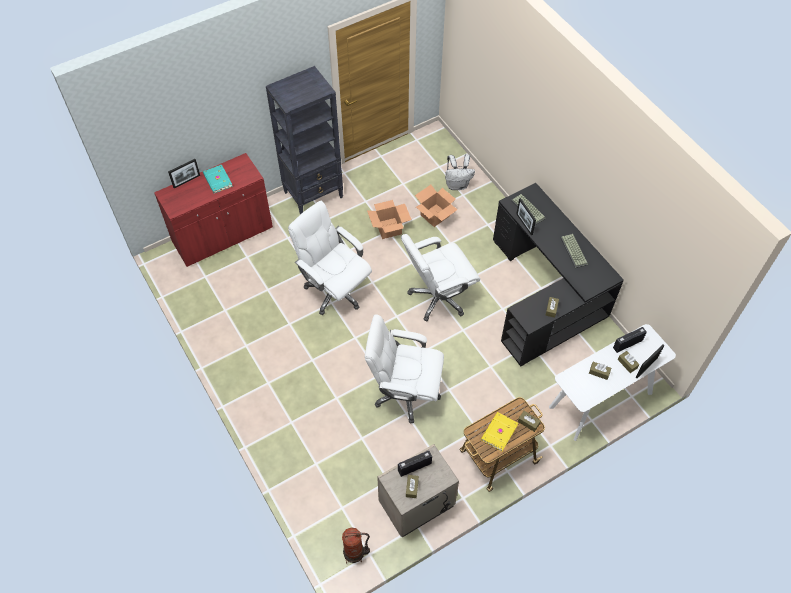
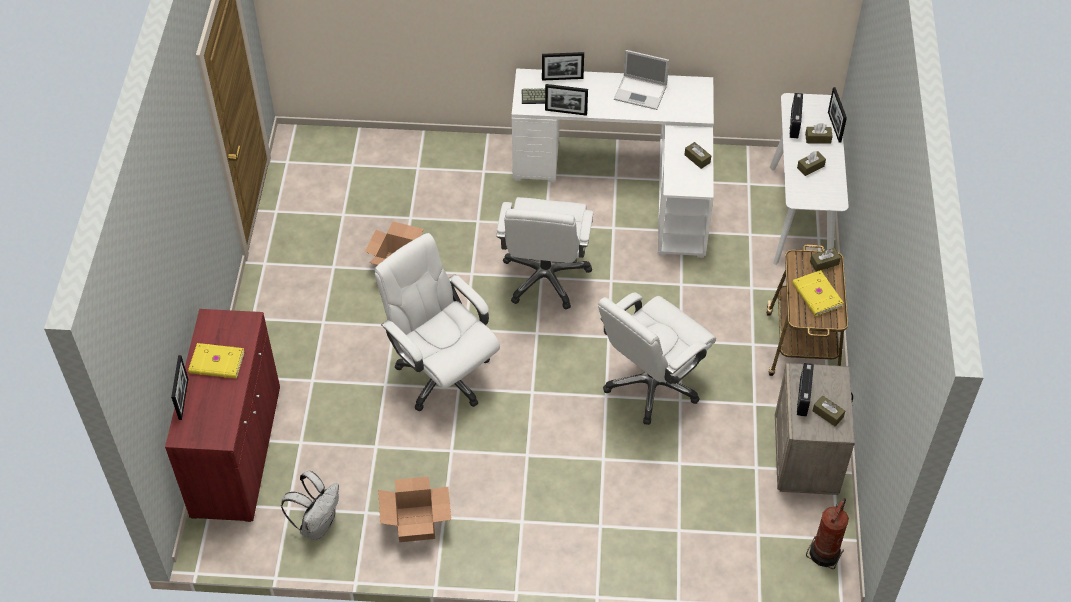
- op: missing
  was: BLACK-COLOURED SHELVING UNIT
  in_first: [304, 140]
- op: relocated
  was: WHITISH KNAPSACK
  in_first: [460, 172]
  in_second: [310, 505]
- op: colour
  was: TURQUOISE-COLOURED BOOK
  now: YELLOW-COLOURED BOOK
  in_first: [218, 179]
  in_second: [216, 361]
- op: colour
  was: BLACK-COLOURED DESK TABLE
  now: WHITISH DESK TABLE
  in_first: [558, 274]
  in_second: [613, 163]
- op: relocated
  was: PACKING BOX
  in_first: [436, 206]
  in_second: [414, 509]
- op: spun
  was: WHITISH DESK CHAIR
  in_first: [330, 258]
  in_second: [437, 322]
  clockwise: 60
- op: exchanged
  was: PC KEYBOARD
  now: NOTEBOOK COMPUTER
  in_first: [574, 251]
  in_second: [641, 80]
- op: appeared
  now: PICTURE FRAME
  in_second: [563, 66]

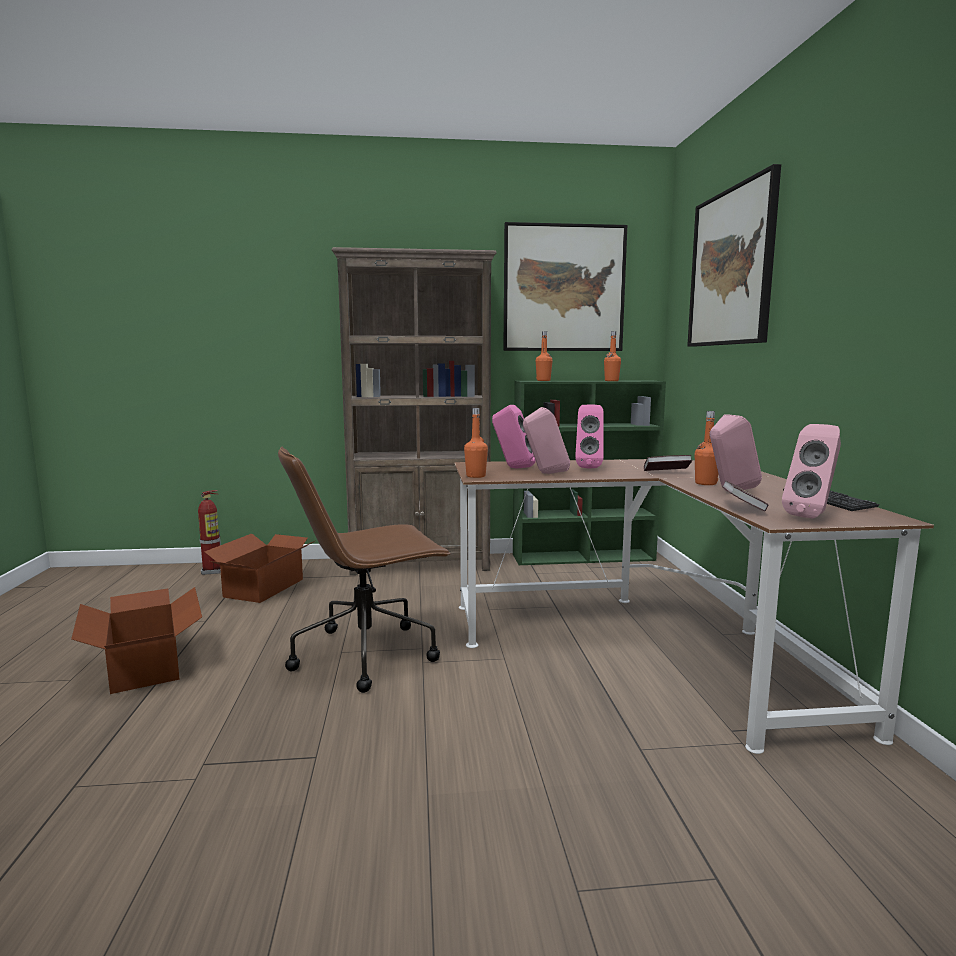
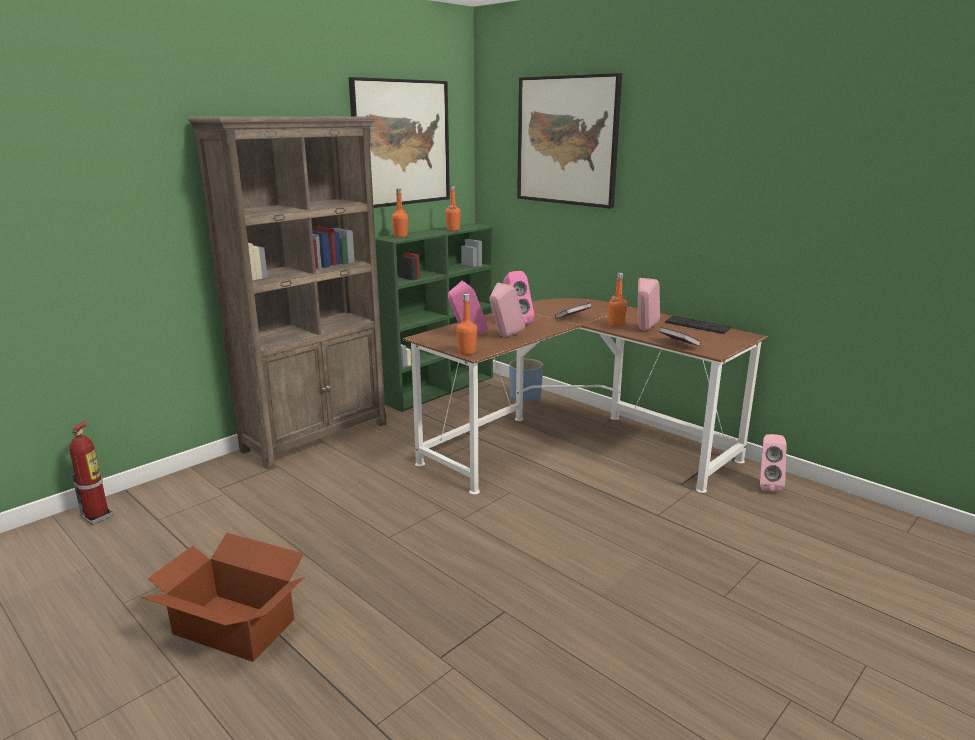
- op: relocated
  was: PINK-COLOURED AUDIO SPEAKER
  in_first: [811, 471]
  in_second: [773, 463]
- op: missing
  was: BROWNISH DESK CHAIR
  in_first: [364, 570]
- op: missing
  was: PACKING BOX
  in_first: [259, 568]
- op: appeared
  now: BLUE PLANTER
  in_second: [526, 380]

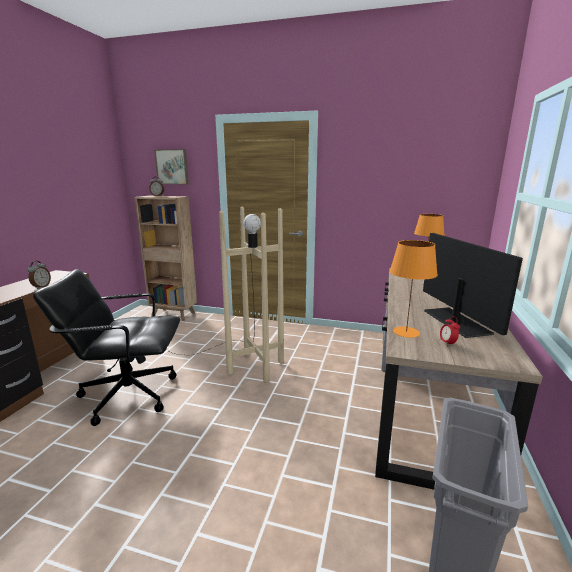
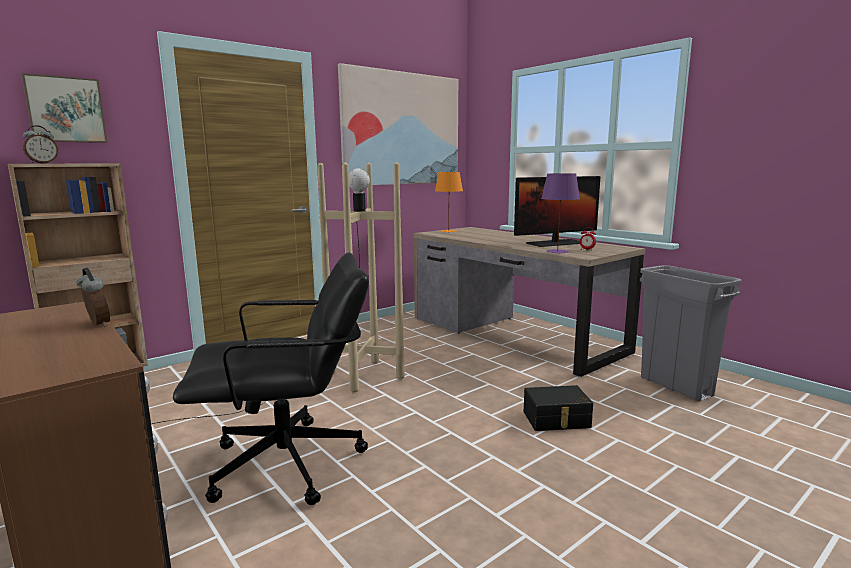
- op: spun
  was: COMPUTER DISPLAY
  in_first: [473, 285]
  in_second: [557, 211]
  clockwise: 135
- op: colour
  was: ORANGE LAMP FOR A TABLE
  now: PURPLISH LAMP FOR A TABLE
  in_first: [414, 289]
  in_second: [560, 213]
- op: spun
  was: BLACK-COLOURED DESK CHAIR
  in_first: [106, 347]
  in_second: [271, 378]
  clockwise: -135
- op: appeared
  now: WALL ART
  in_second: [398, 124]
- op: appeared
  now: BLACK-COLOURED STORAGE BIN
  in_second: [558, 408]

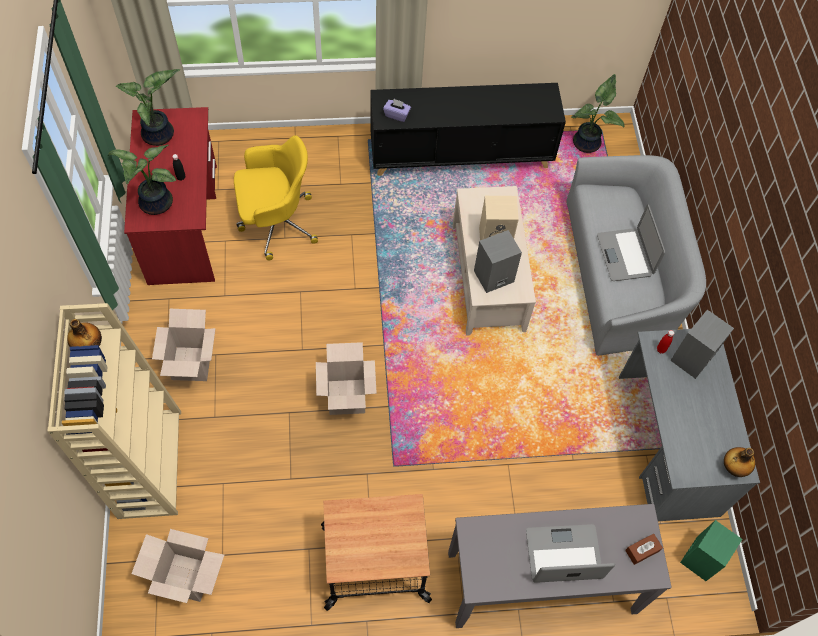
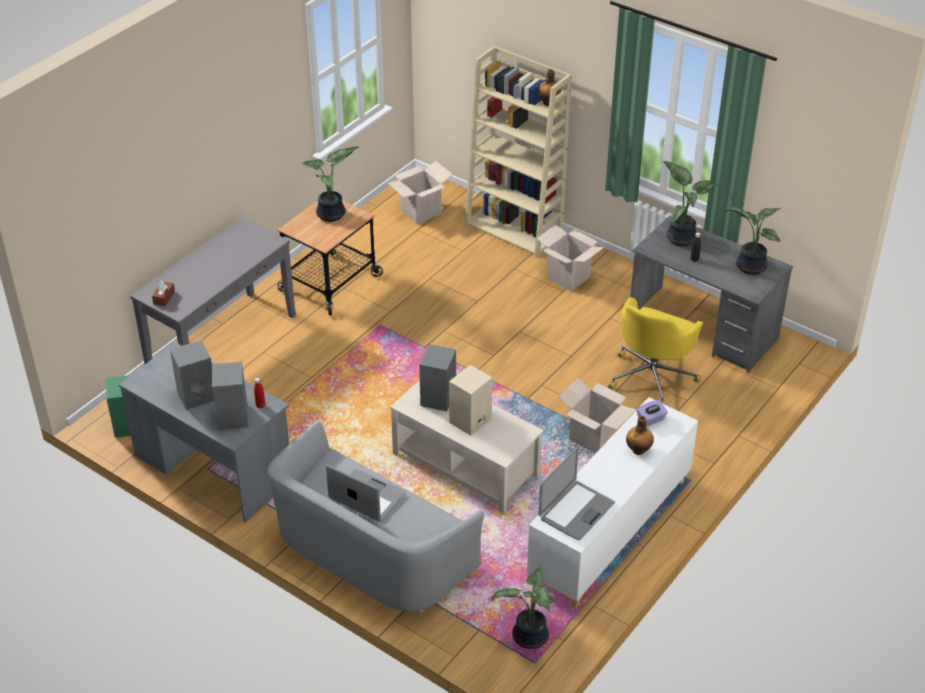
- op: colour
  was: BLACK-COLOURED CABINET
  now: WHITISH CABINET
  in_first: [468, 129]
  in_second: [612, 502]
- op: colour
  was: RED DESK TABLE
  now: GREY DESK TABLE
  in_first: [170, 196]
  in_second: [711, 294]
- op: relocated
  was: PACKING BOX
  in_first: [346, 378]
  in_second: [597, 416]
- op: relocated
  was: DRINK BOTTLE
  in_first: [739, 462]
  in_second: [640, 435]
- op: relocated
  was: NOTEBOOK COMPUTER
  in_first: [570, 553]
  in_second: [577, 493]
- op: appeared
  now: POTTED PLANT
  in_second: [330, 184]
- op: appeared
  now: GREY AUDIO SPEAKER
  in_second: [192, 375]

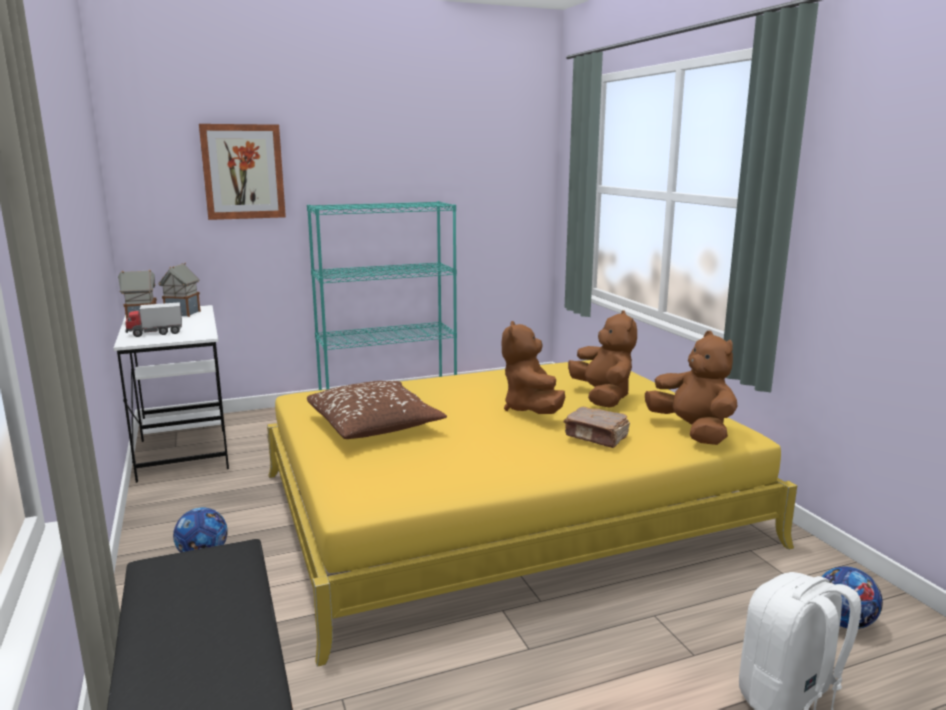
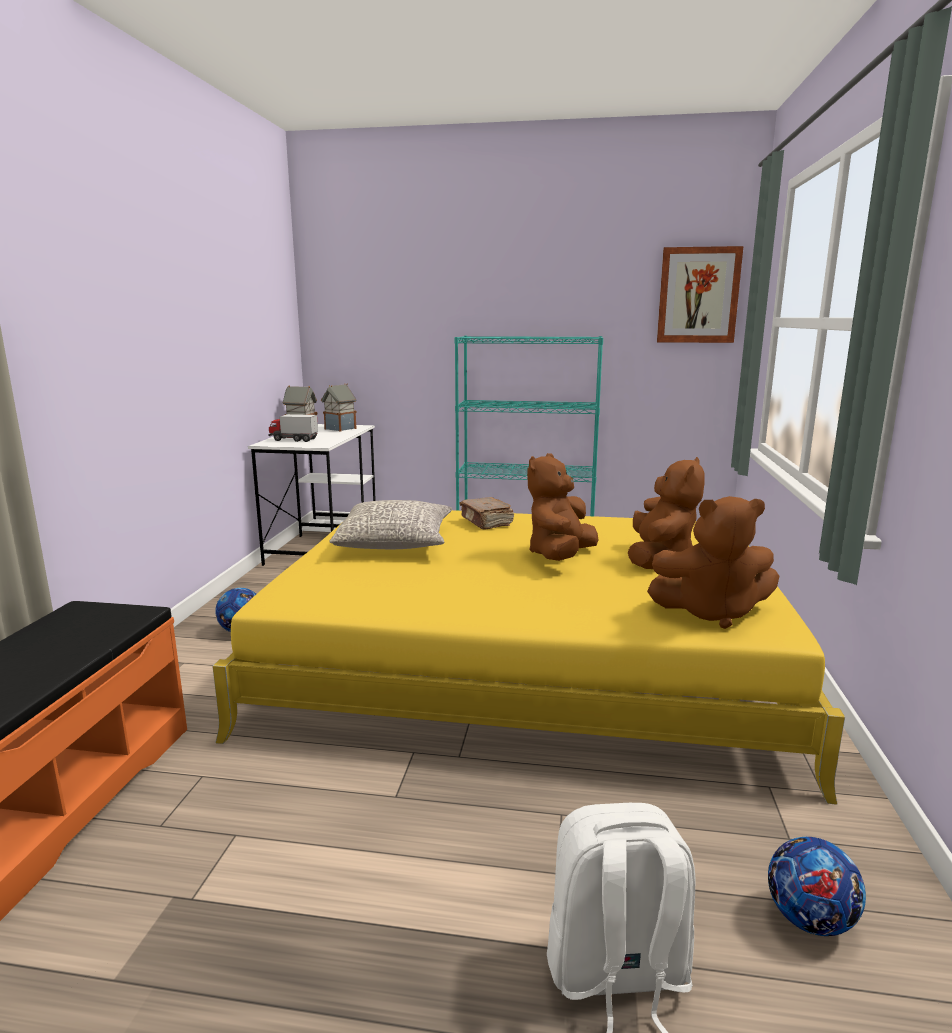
- op: relocated
  was: WALL ART
  in_first: [242, 172]
  in_second: [700, 294]
- op: spun
  was: BROWNISH CUDDLY TOY
  in_first: [691, 388]
  in_second: [713, 562]
  clockwise: 90
- op: colour
  was: BROWNISH PILLOW
  now: GREY PILLOW
  in_first: [377, 410]
  in_second: [391, 524]
- op: relocated
  was: BROWNISH BOOK
  in_first: [597, 427]
  in_second: [486, 513]

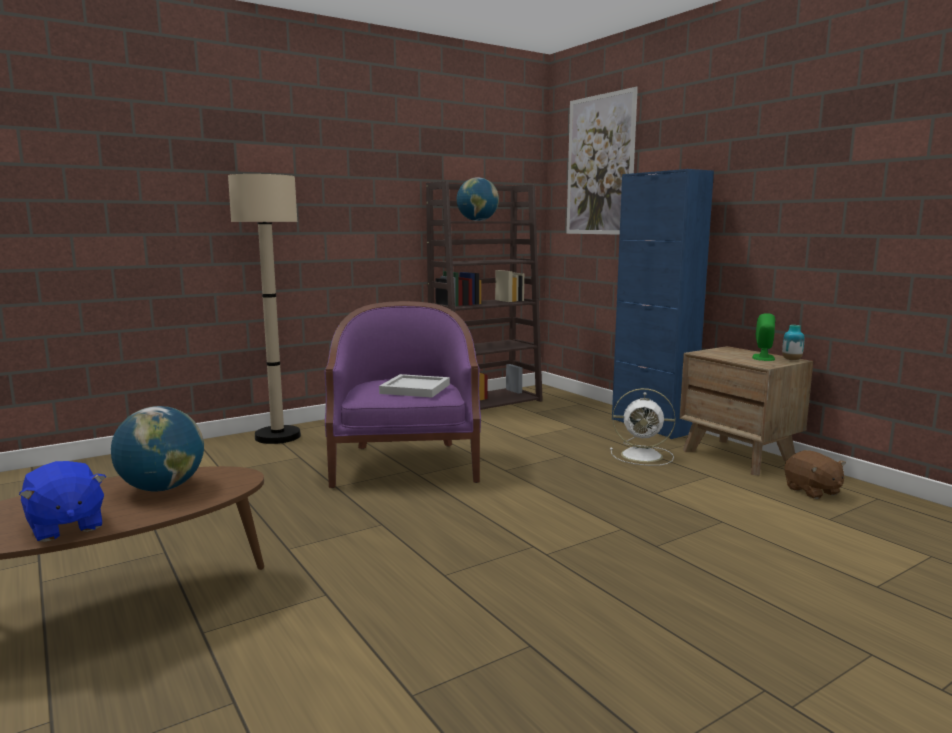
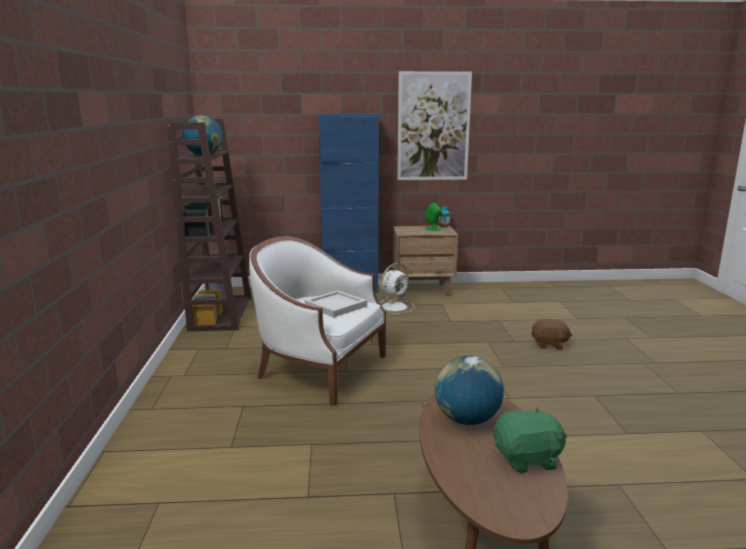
- op: relocated
  was: WALL ART
  in_first: [602, 161]
  in_second: [434, 125]
- op: missing
  was: BEIGE FLOOR LAMP
  in_first: [264, 309]
- op: colour
  was: PURPLISH LOUNGE CHAIR
  now: WHITISH LOUNGE CHAIR
  in_first: [402, 394]
  in_second: [317, 321]
- op: relocated
  was: BROWNISH CUDDLY TOY
  in_first: [815, 474]
  in_second: [551, 334]
- op: colour
  was: BLUE CUDDLY TOY
  now: GREEN CUDDLY TOY
  in_first: [62, 501]
  in_second: [530, 439]

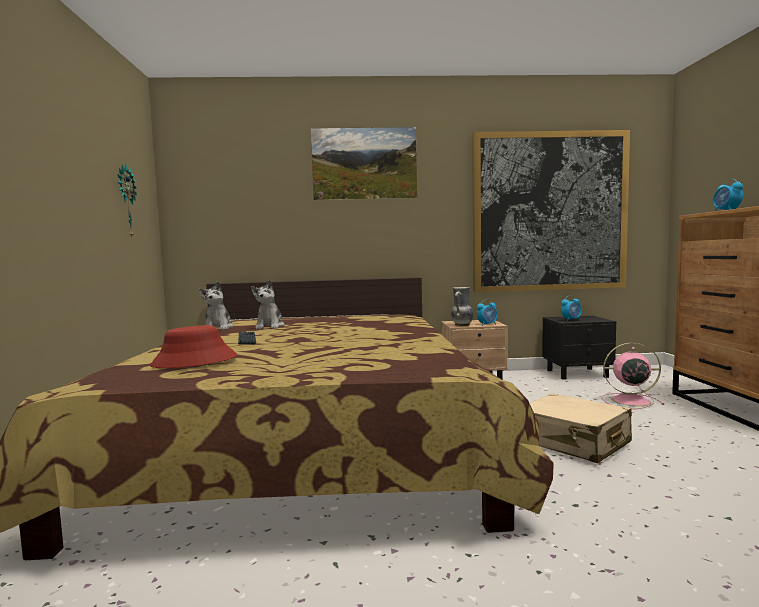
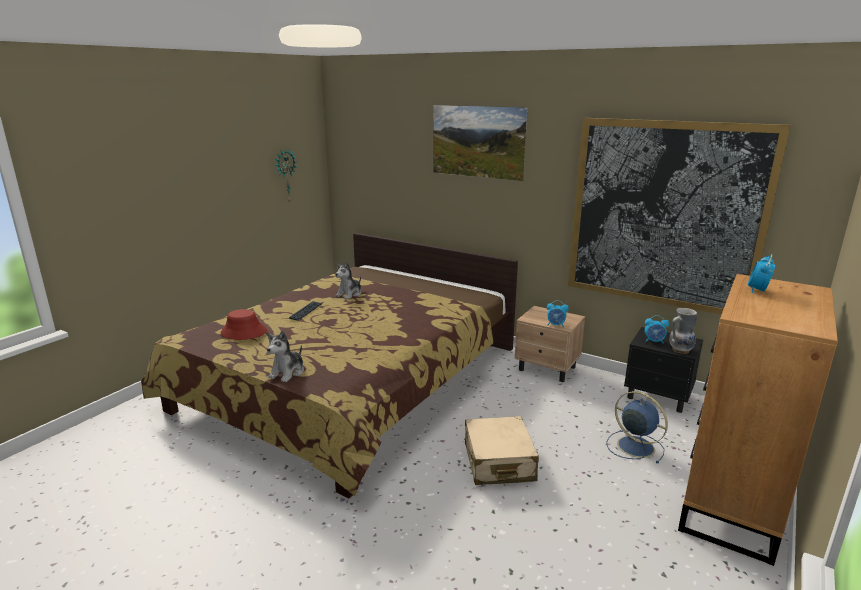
- op: relocated
  was: CUDDLY TOY
  in_first: [216, 306]
  in_second: [285, 356]
- op: relocated
  was: DECORATIVE VASE
  in_first: [462, 306]
  in_second: [683, 331]
- op: colour
  was: PINK-COLOURED ELECTRIC FAN
  now: BLUE ELECTRIC FAN
  in_first: [633, 376]
  in_second: [637, 427]

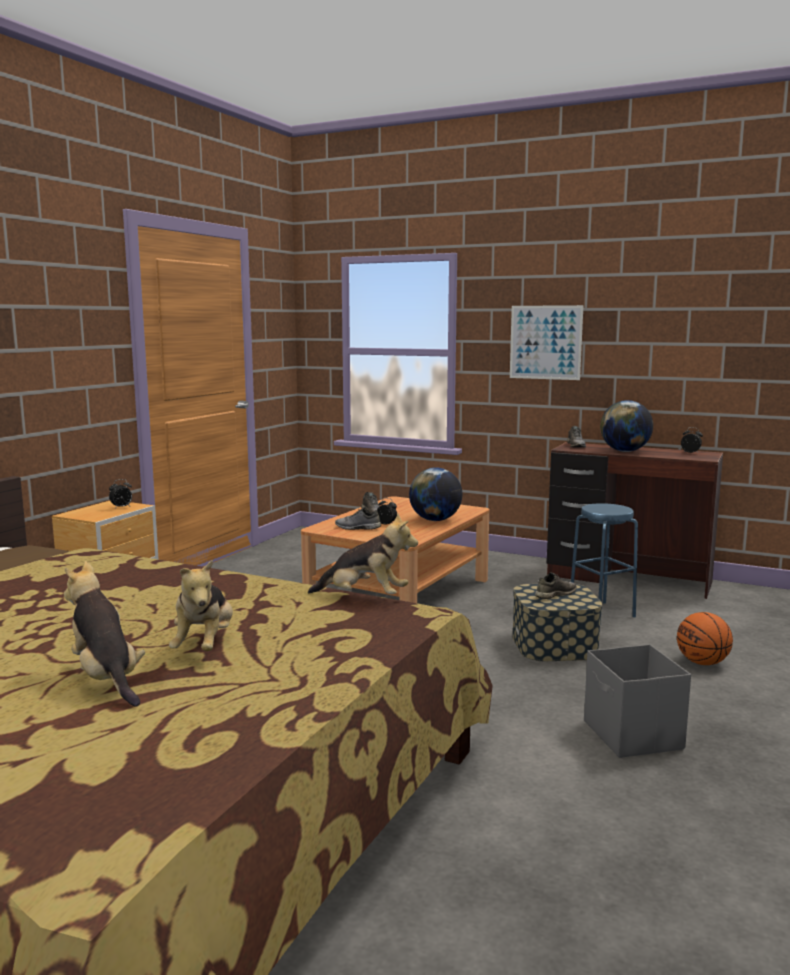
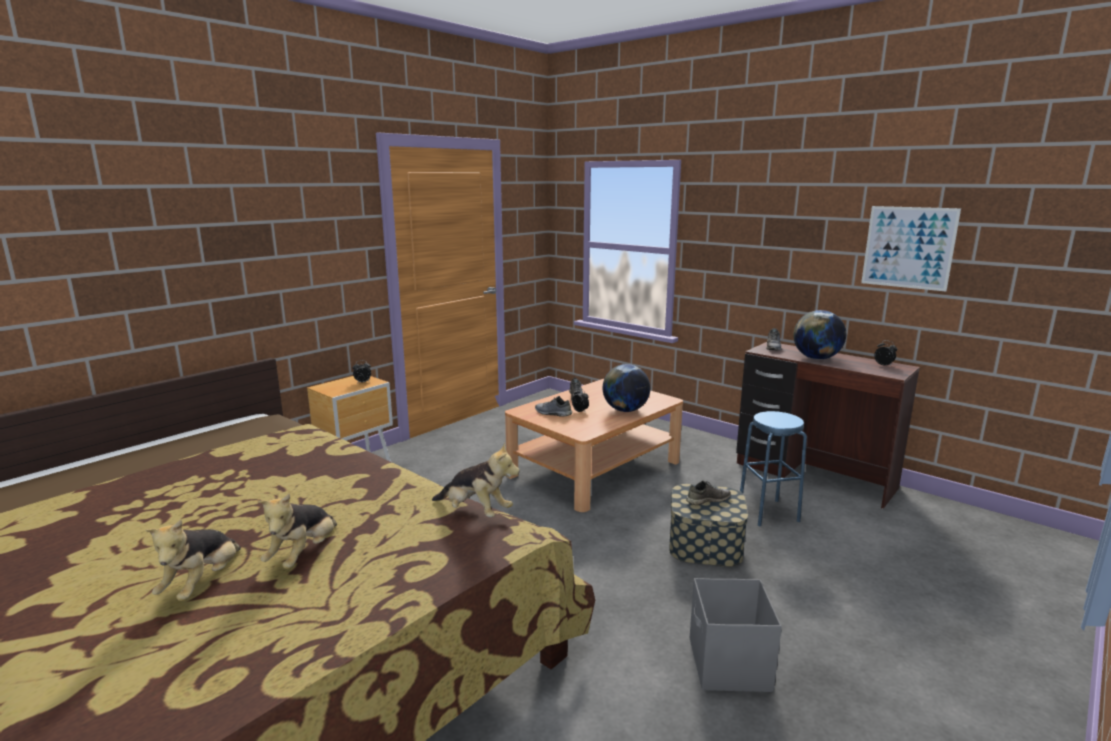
- op: relocated
  was: WALL ART
  in_first: [547, 342]
  in_second: [911, 248]
- op: spun
  was: CUDDLY TOY
  in_first: [104, 634]
  in_second: [193, 560]
  clockwise: -150
- op: missing
  was: BASKETBALL BALL
  in_first: [705, 638]

